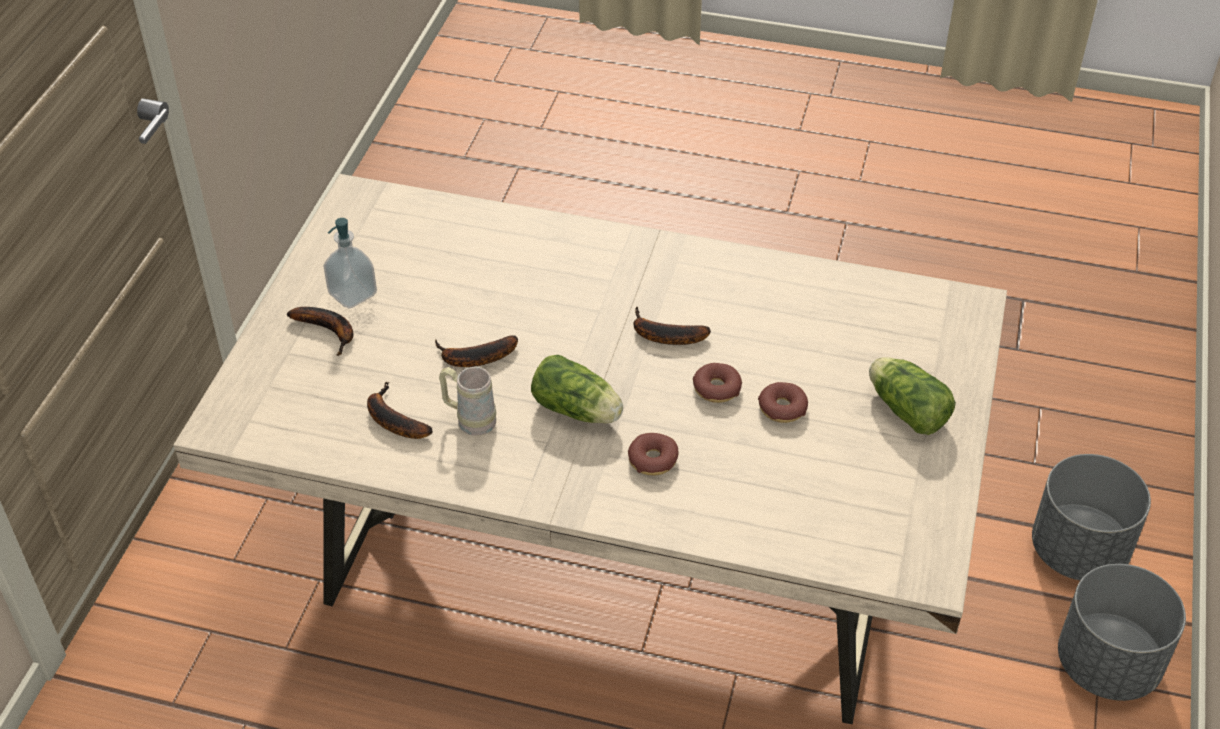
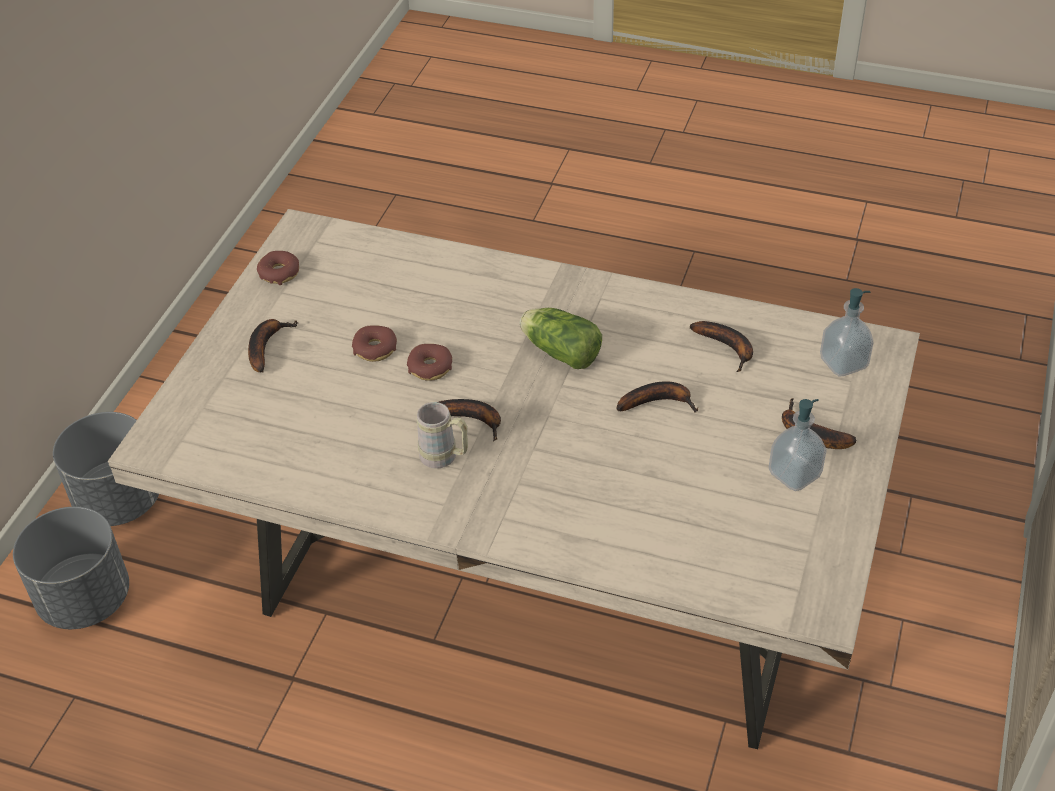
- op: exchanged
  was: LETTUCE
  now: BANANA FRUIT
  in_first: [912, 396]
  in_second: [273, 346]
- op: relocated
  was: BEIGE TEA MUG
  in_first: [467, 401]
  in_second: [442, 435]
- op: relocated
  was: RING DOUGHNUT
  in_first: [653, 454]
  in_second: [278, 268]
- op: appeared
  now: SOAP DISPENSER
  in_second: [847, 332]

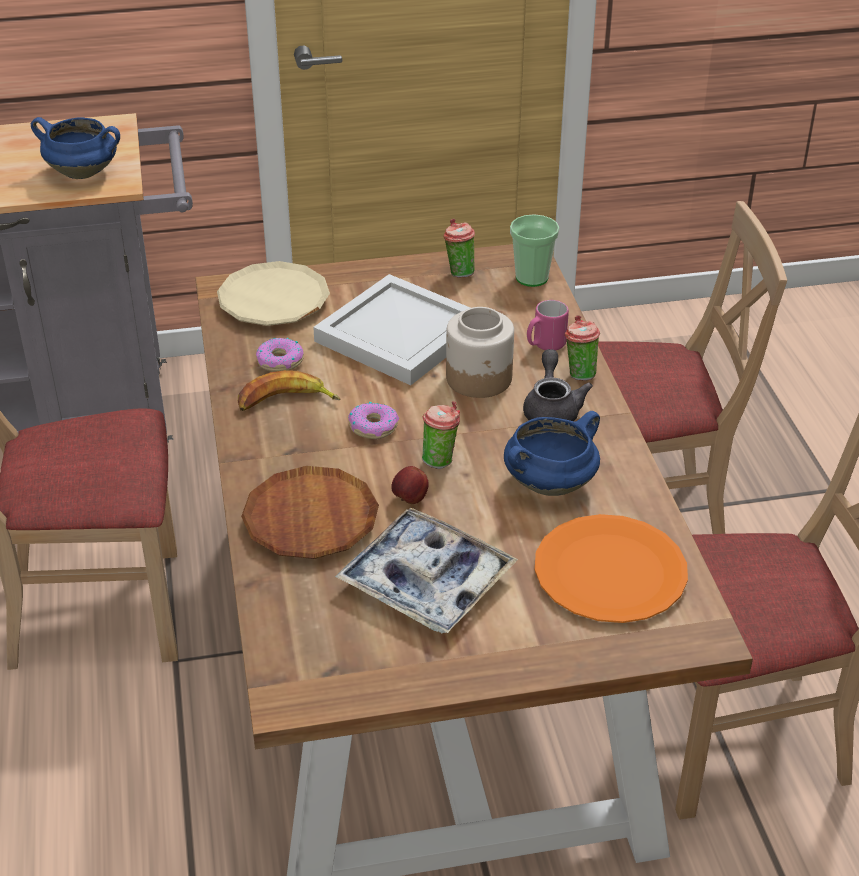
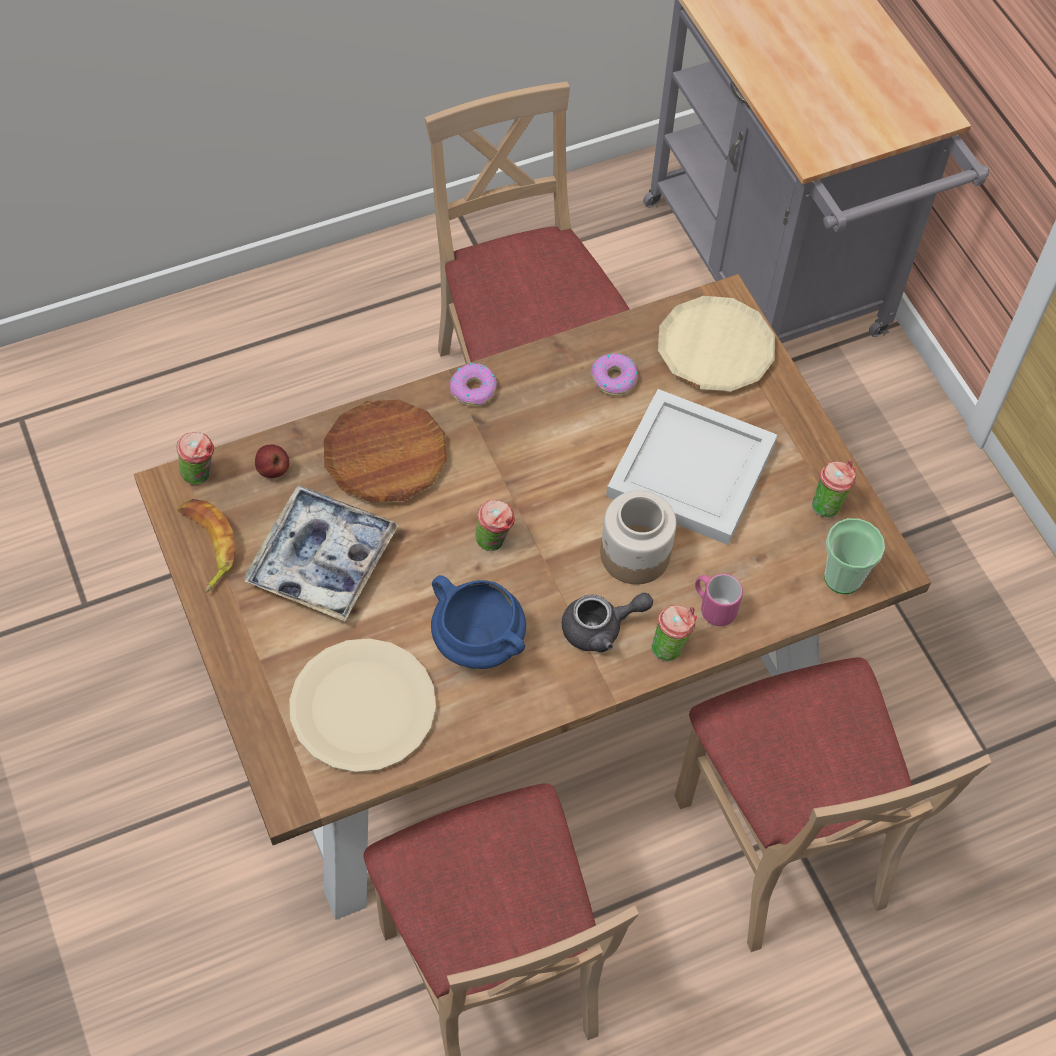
- op: missing
  was: BLUE SAUCEPOT
  in_first: [75, 148]
- op: relocated
  was: BANANA FRUIT
  in_first: [289, 390]
  in_second: [206, 545]
- op: relocated
  was: RING DOUGHNUT
  in_first: [373, 420]
  in_second: [473, 384]
- op: relocated
  was: APPLE
  in_first: [410, 485]
  in_second: [272, 461]
- op: colour
  was: ORANGE FLAT DISH
  now: BEIGE FLAT DISH
  in_first: [611, 568]
  in_second: [362, 705]
- op: appeared
  now: CUP
  in_second: [195, 458]

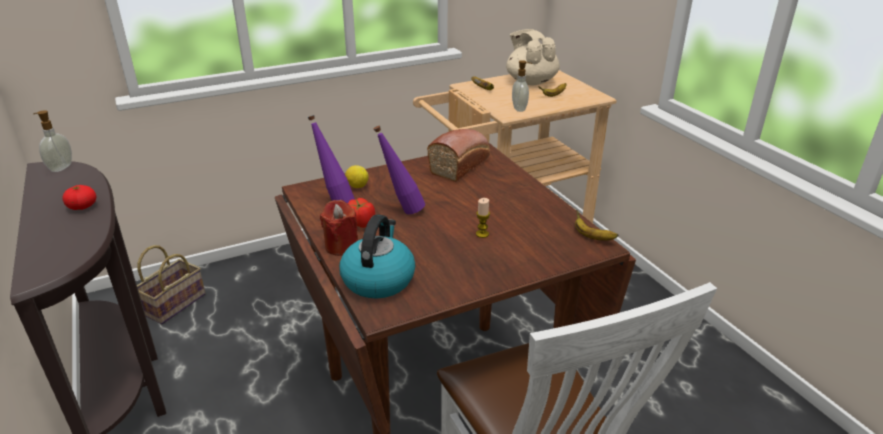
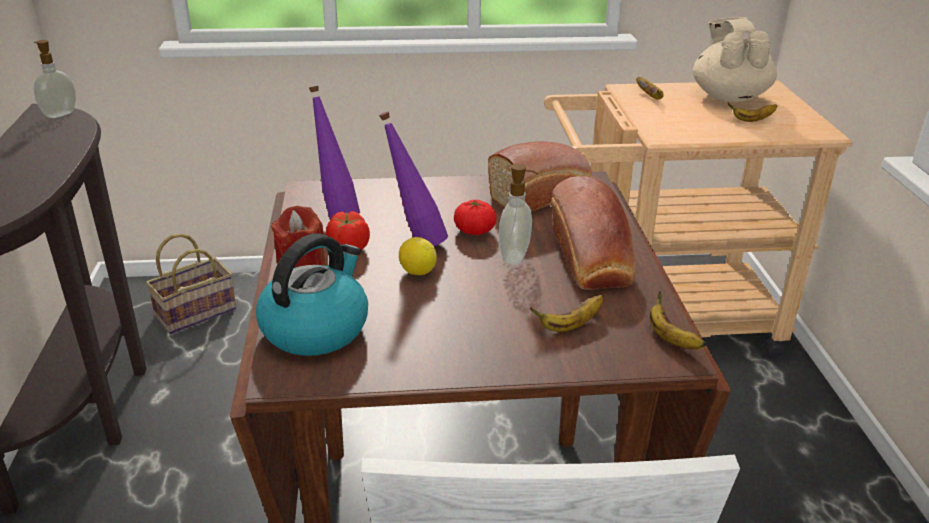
- op: relocated
  was: SOAP DISPENSER
  in_first: [522, 86]
  in_second: [518, 214]
- op: relocated
  was: WHOLE LEMON
  in_first: [357, 176]
  in_second: [418, 256]
- op: relocated
  was: TOMATO
  in_first: [79, 197]
  in_second: [475, 217]
- op: missing
  was: WAX CANDLE
  in_first: [483, 218]
- op: appeared
  now: BREAD
  in_second: [593, 233]
- op: appeared
  now: BANANA FRUIT
  in_second: [566, 313]

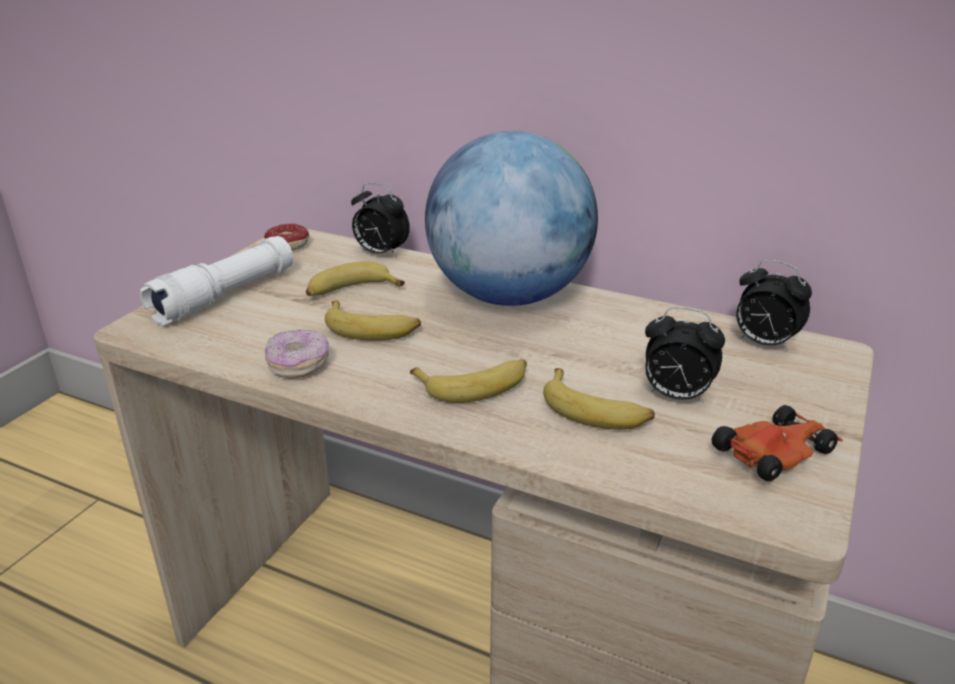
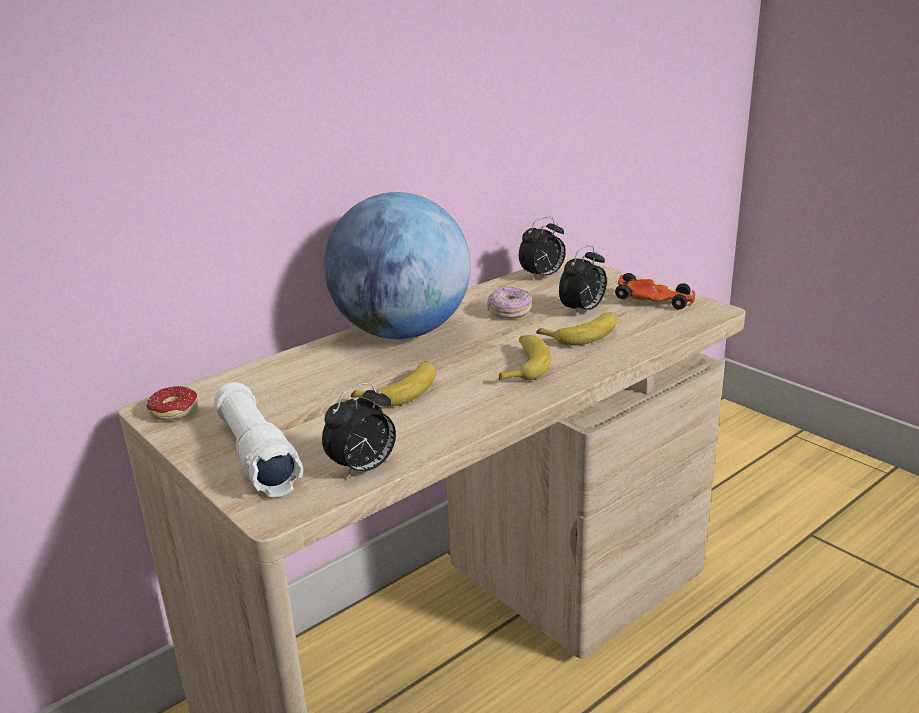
- op: relocated
  was: ALARM CLOCK
  in_first: [380, 220]
  in_second: [359, 431]
- op: missing
  was: BANANA FRUIT
  in_first: [355, 278]
- op: relocated
  was: RING DOUGHNUT
  in_first: [297, 354]
  in_second: [509, 303]
- op: spun
  was: MODEL CAR
  in_first: [777, 443]
  in_second: [655, 291]
  clockwise: 120

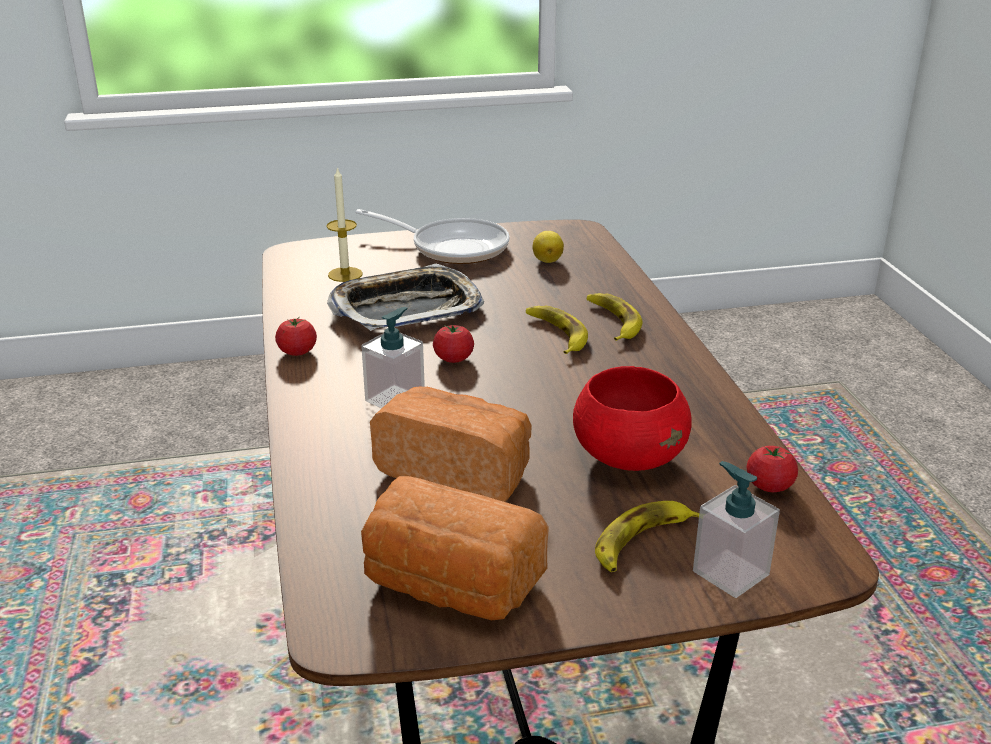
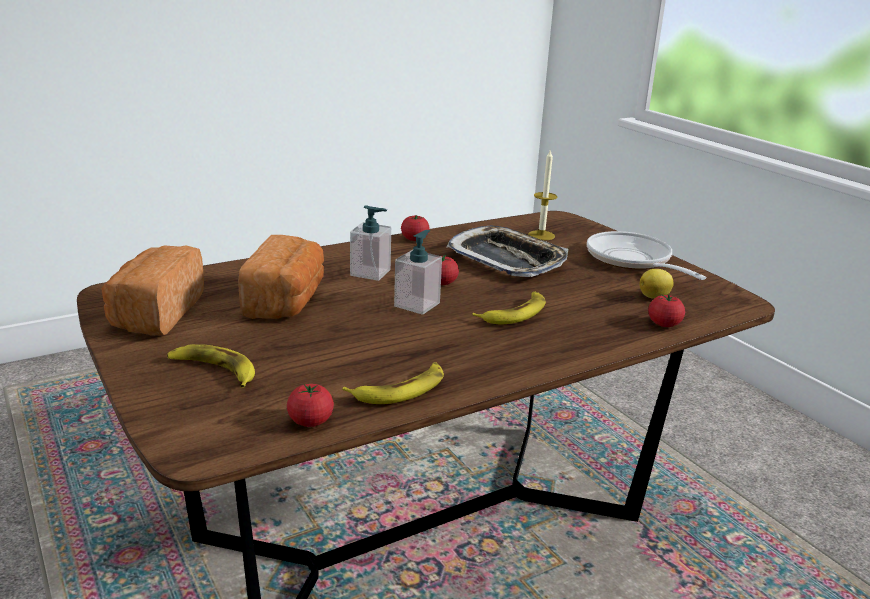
- op: spun
  was: SKILLET
  in_first: [432, 236]
  in_second: [647, 255]
  clockwise: 150
- op: relocated
  was: BANANA FRUIT
  in_first: [615, 317]
  in_second: [393, 383]
- op: missing
  was: RED SERVING BOWL
  in_first: [632, 418]
- op: relocated
  was: SOAP DISPENSER
  in_first: [736, 529]
  in_second: [418, 272]
- op: appeared
  now: TOMATO
  in_second: [666, 310]

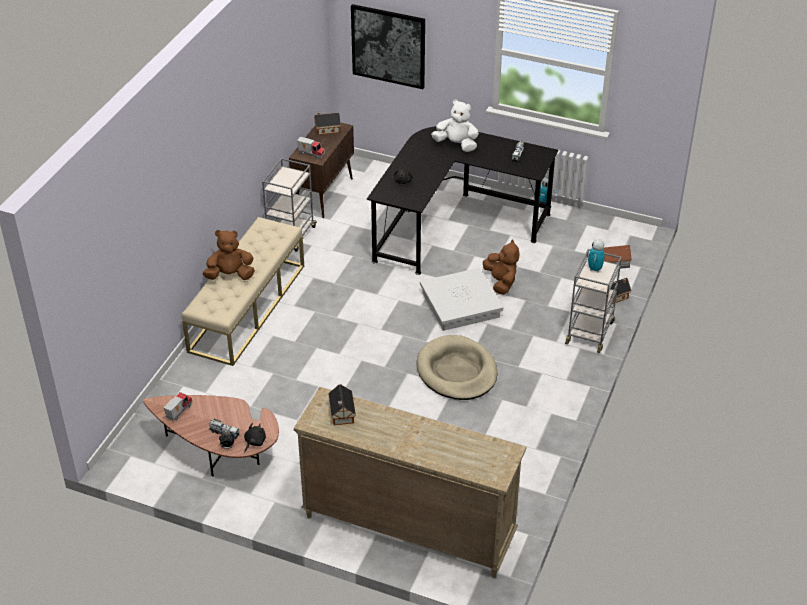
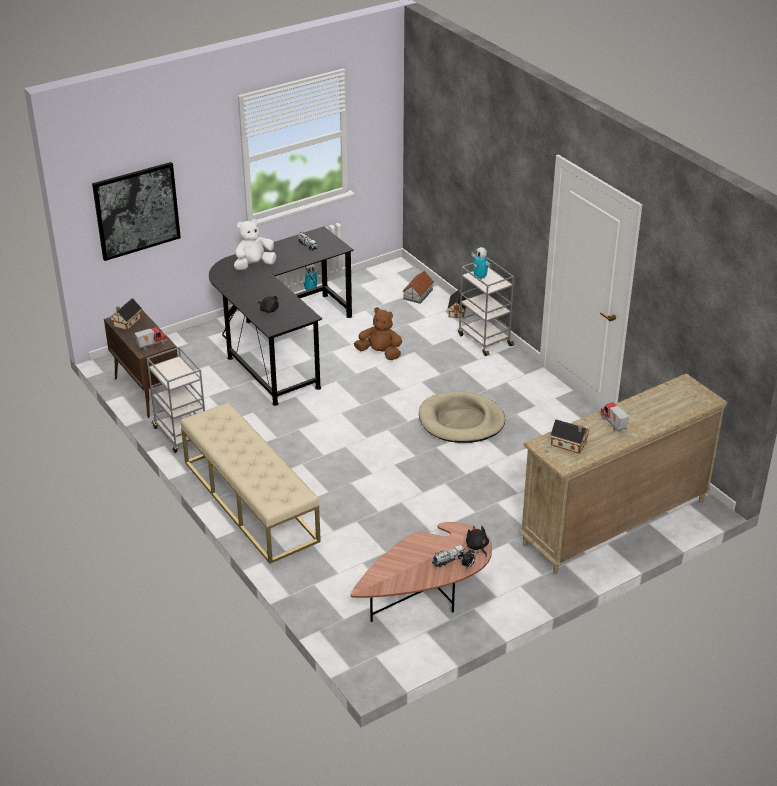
- op: missing
  was: BROWNISH CUDDLY TOY
  in_first: [229, 255]
- op: missing
  was: WHITISH STORAGE BIN
  in_first: [461, 299]
- op: relocated
  was: TOY TRUCK
  in_first: [178, 406]
  in_second: [614, 416]

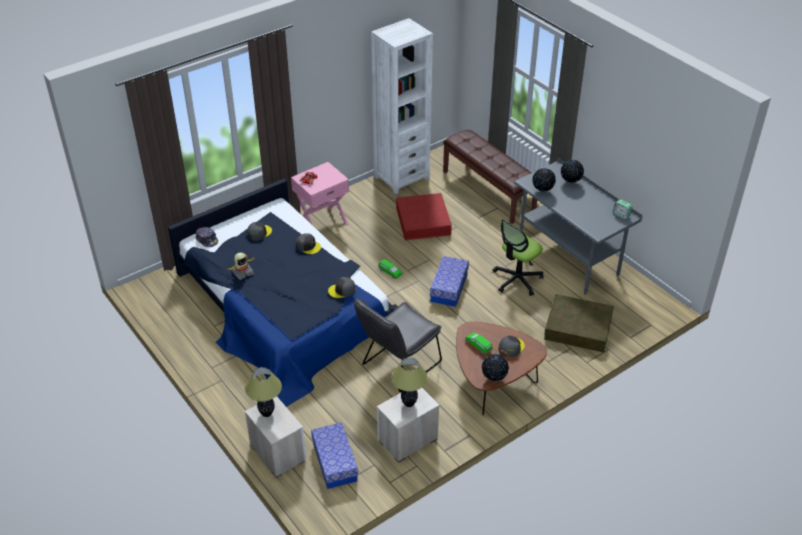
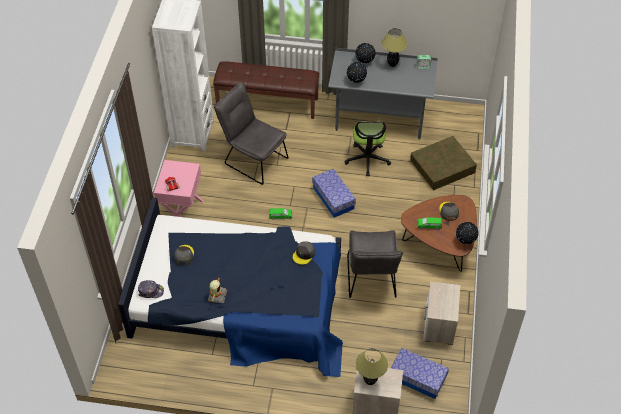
- op: exchanged
  was: RED STORAGE BIN
  now: GREY CHAIR
  in_first: [424, 216]
  in_second: [251, 133]
- op: missing
  was: GREY BASEBALL CAP
  in_first: [308, 243]
- op: relocated
  was: LAMP FOR A TABLE
  in_first: [409, 382]
  in_second: [394, 47]

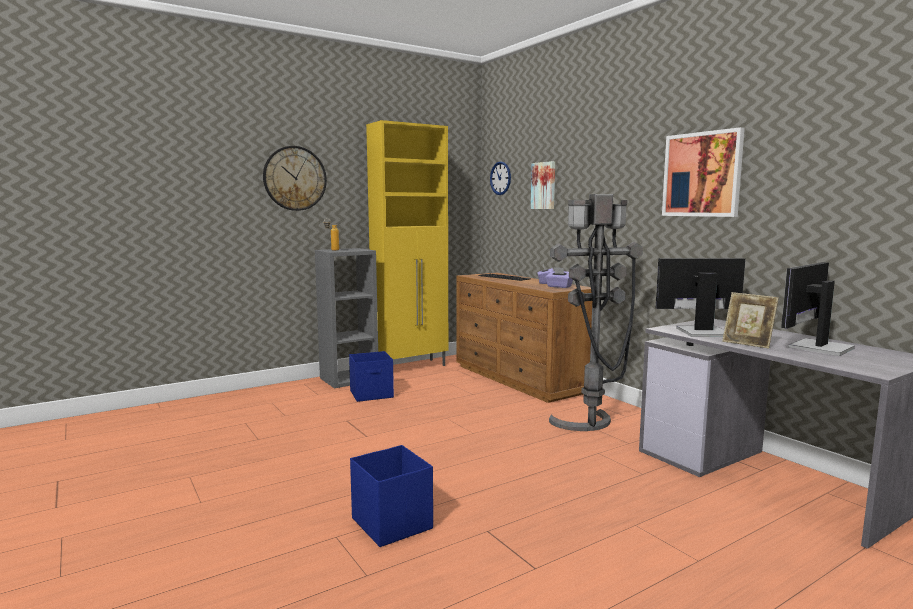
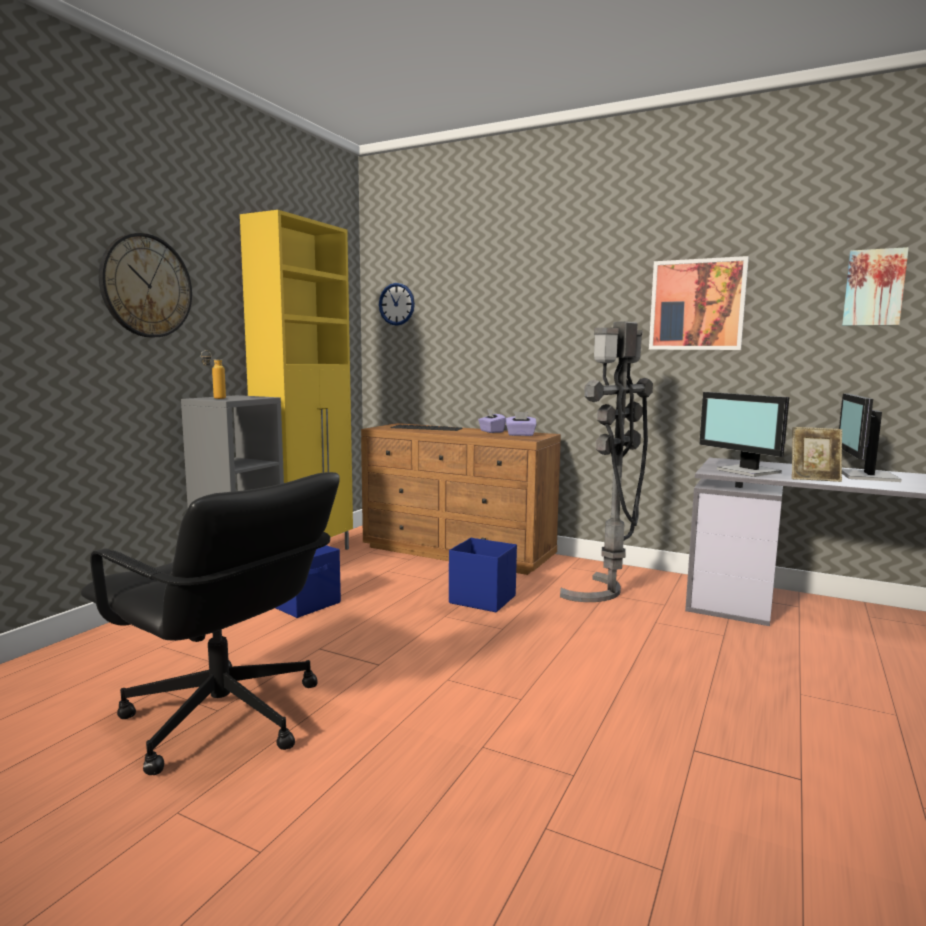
- op: relocated
  was: WALL ART
  in_first: [543, 185]
  in_second: [875, 286]
- op: spun
  was: COMPUTER DISPLAY
  in_first: [701, 297]
  in_second: [744, 434]
  clockwise: -90
- op: relocated
  was: BLUE STORAGE BIN
  in_first: [391, 496]
  in_second: [483, 575]
- op: appeared
  now: BLACK-COLOURED DESK CHAIR
  in_second: [210, 623]

